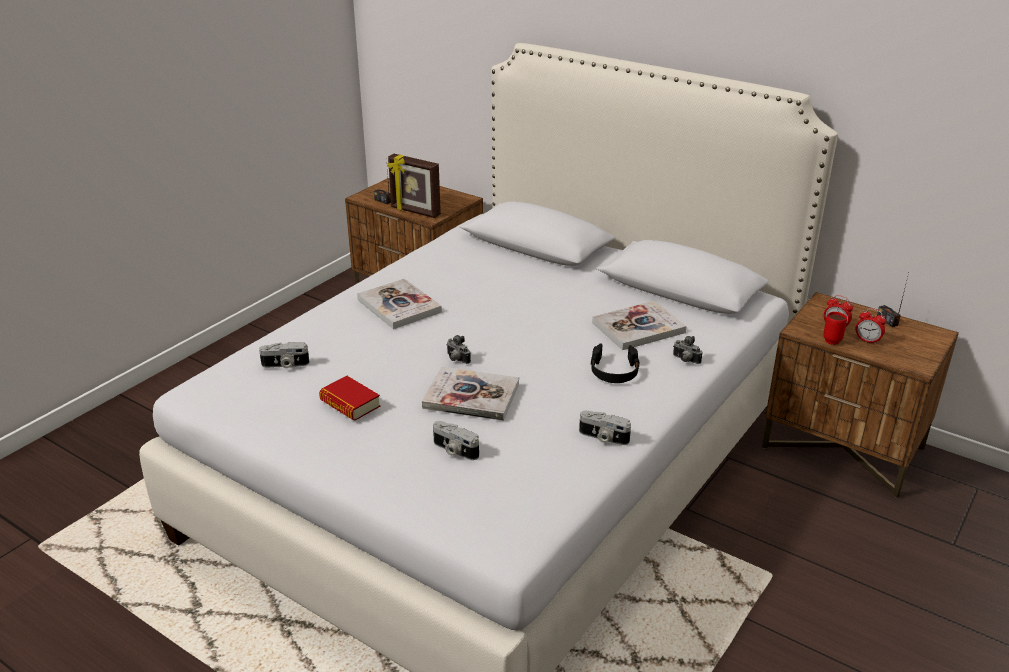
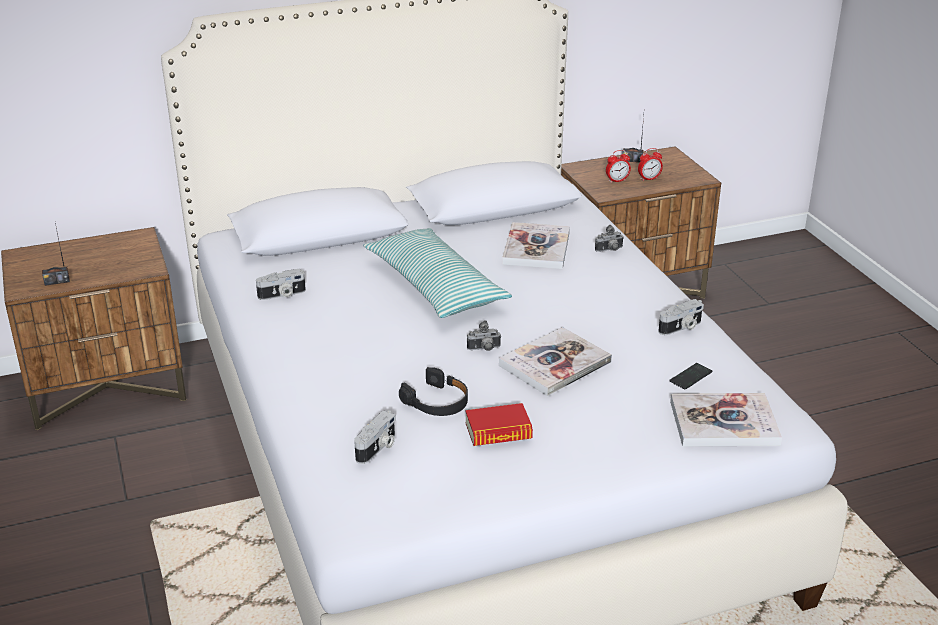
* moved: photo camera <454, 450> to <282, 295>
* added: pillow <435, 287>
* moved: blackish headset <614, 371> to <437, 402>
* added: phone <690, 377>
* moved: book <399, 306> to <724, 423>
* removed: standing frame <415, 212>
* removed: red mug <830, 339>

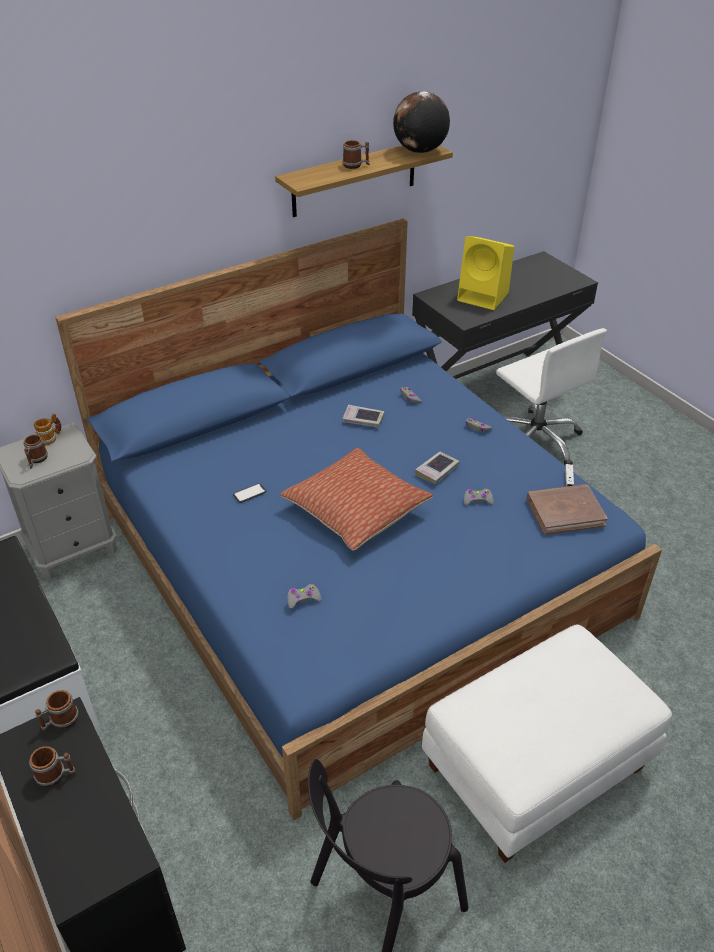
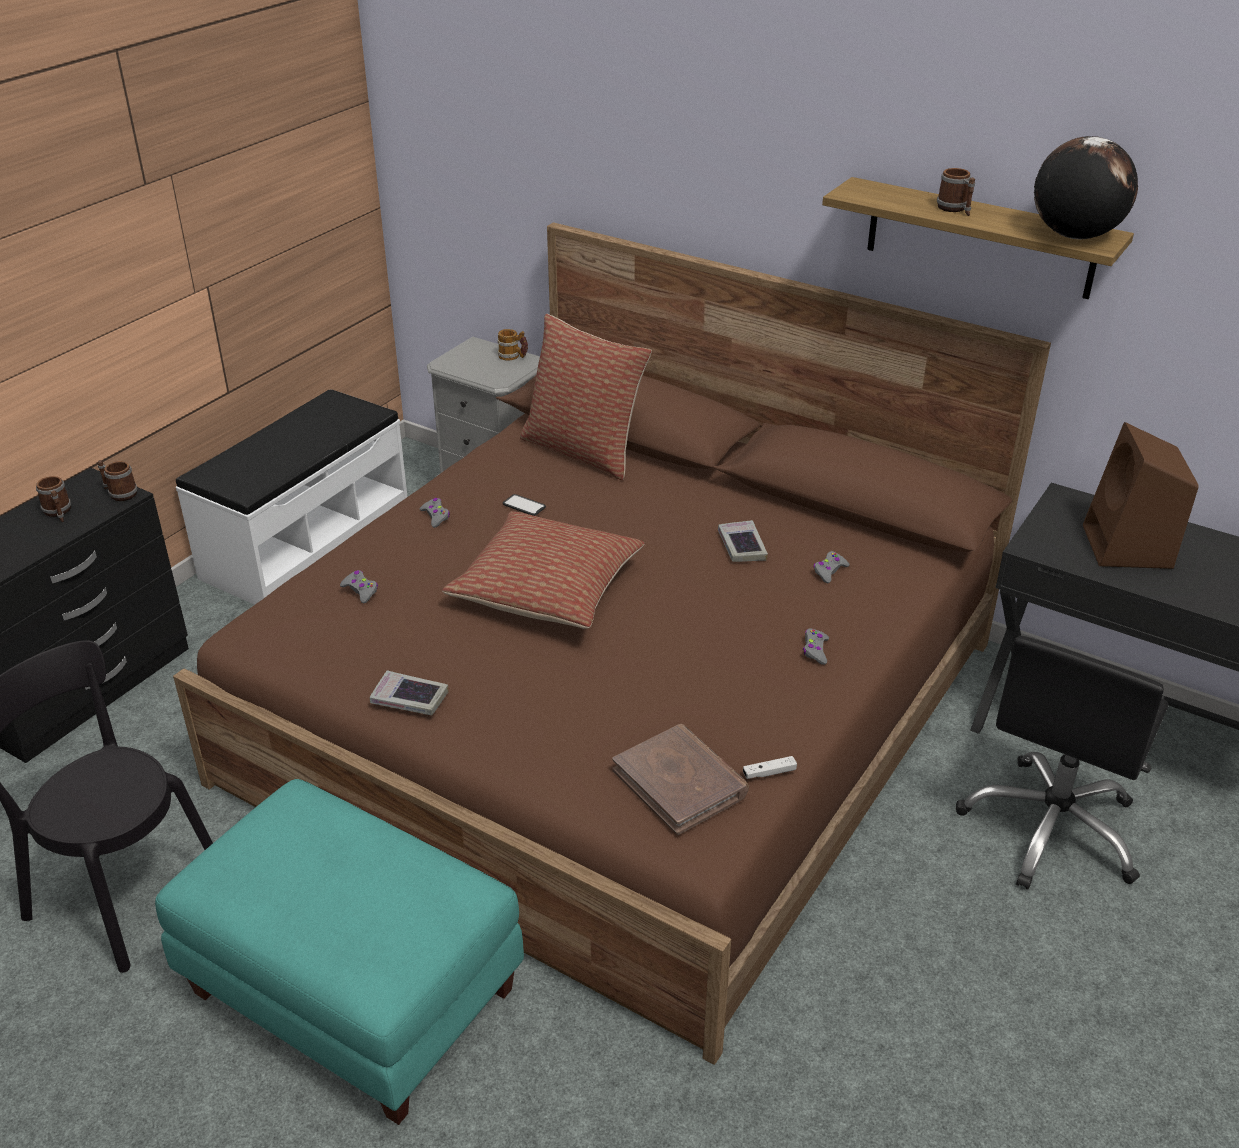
* recoloured: white pouffe <535, 765> to turquoise pouffe <356, 990>
* recoloured: blue-coloured bed <356, 561> to brown bed <621, 710>
* moved: book <437, 470> to <409, 699>
* moved: greyish gamepad <477, 500> to <435, 516>
* added: pillow <584, 450>
* recoloured: white office chair <536, 440> to blackish office chair <1052, 828>
* recoloured: yellow loudspeaker <484, 297> to brown loudspeaker <1128, 548>
* removed: mug <36, 460>

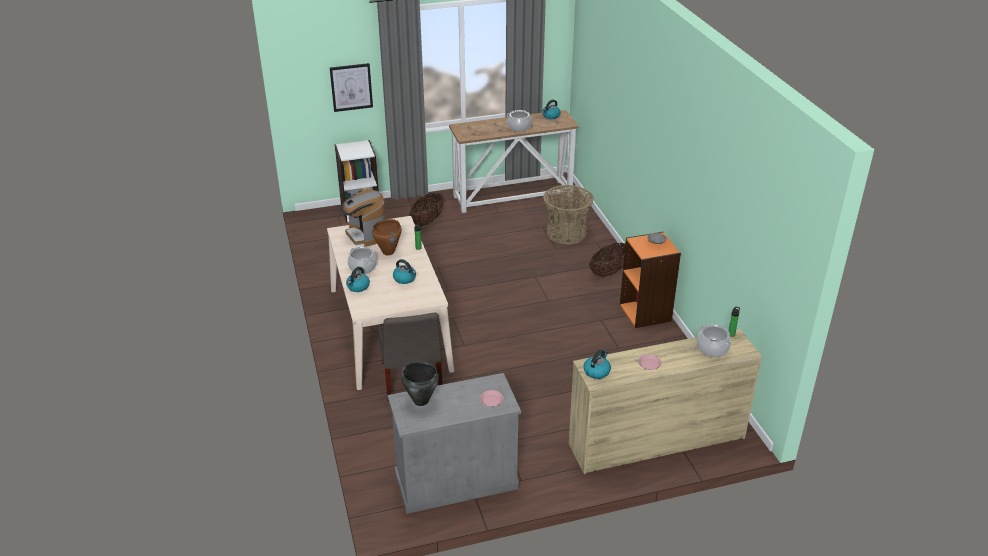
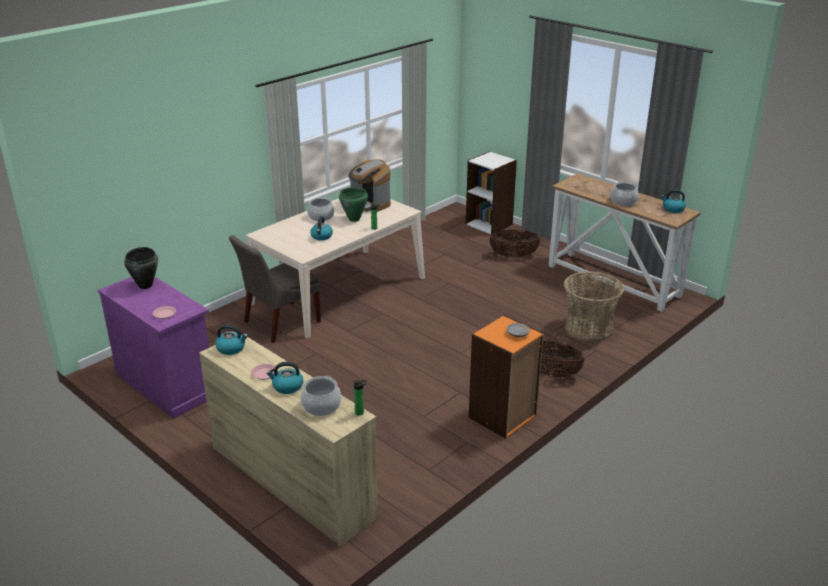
* recoloured: greyish storage cabinet <456, 481> to purplish storage cabinet <166, 384>
* moved: water kettle <358, 287> to <287, 387>
* recoloured: brown cooking pot <388, 252> to greenish cooking pot <354, 219>
* turned: coffee brewer <366, 235> = <369, 204> 75 degrees counterclockwise
* removed: picture <351, 87>

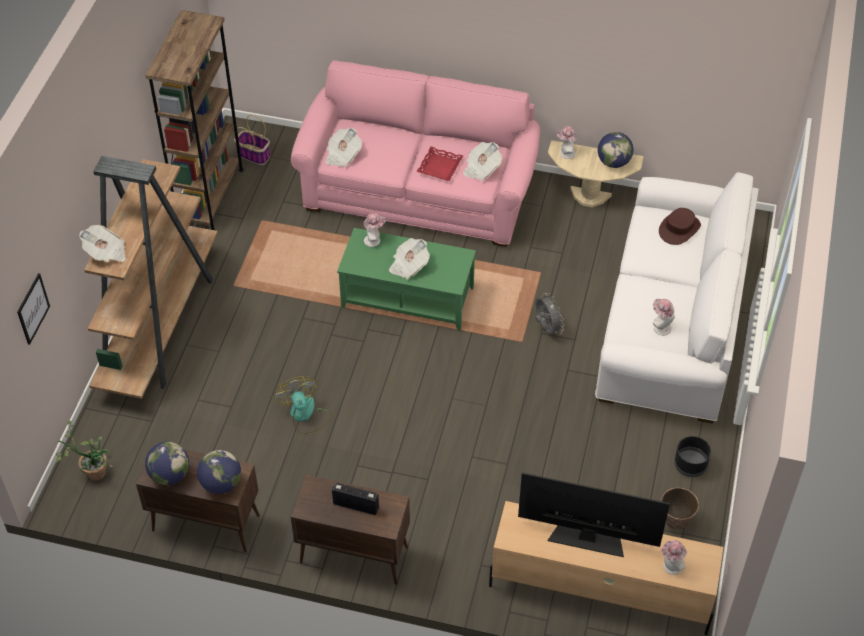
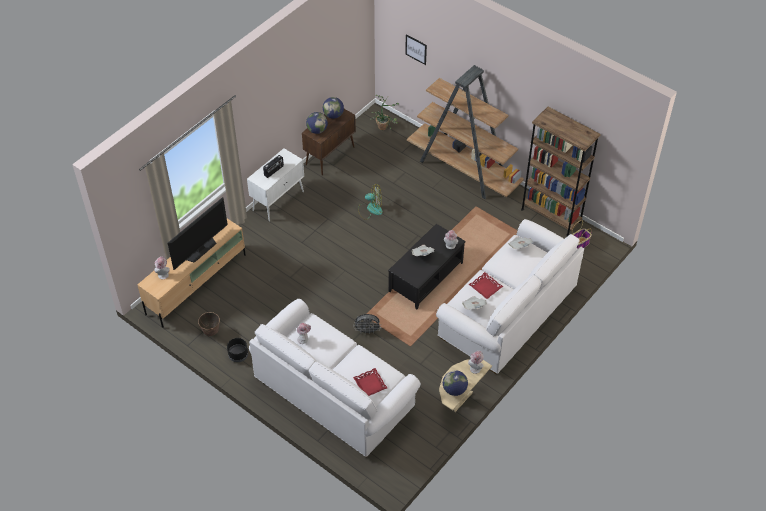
* recoloured: brown storage cabinet <352, 555> to white storage cabinet <278, 201>
* replaced: brown wearable hat <679, 229> to red tray <370, 384>
* recoloured: greenish lounge table <408, 296> to blackish lounge table <426, 277>
* recoloured: pink-coloured sofa <418, 192> to white sofa <507, 312>
* removed: daily paper <106, 253>

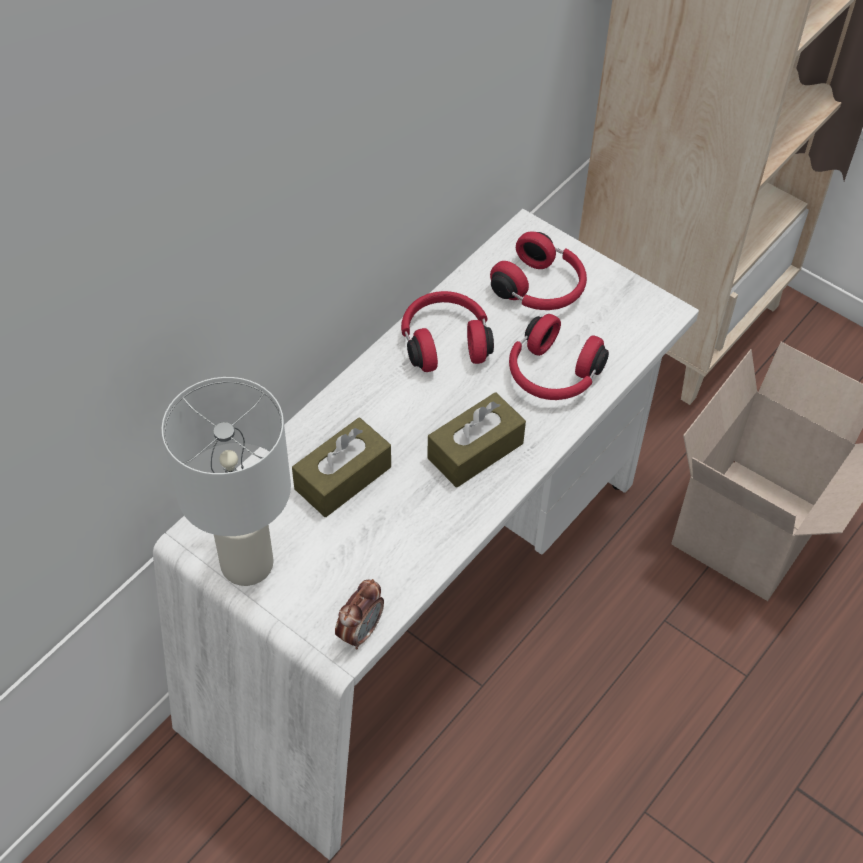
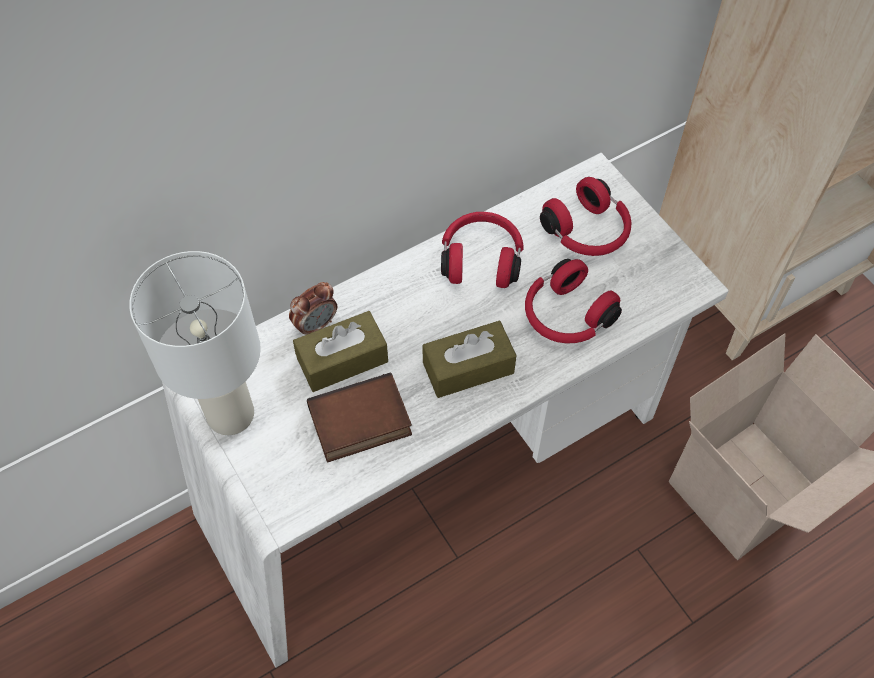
* moved: bedside clock <360, 631> to <316, 325>
* added: book <359, 424>

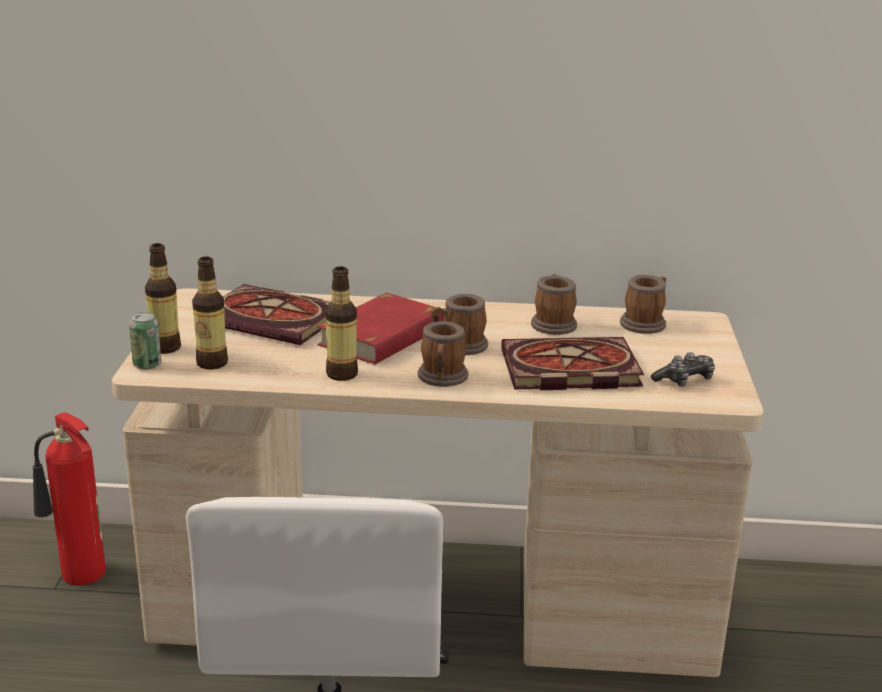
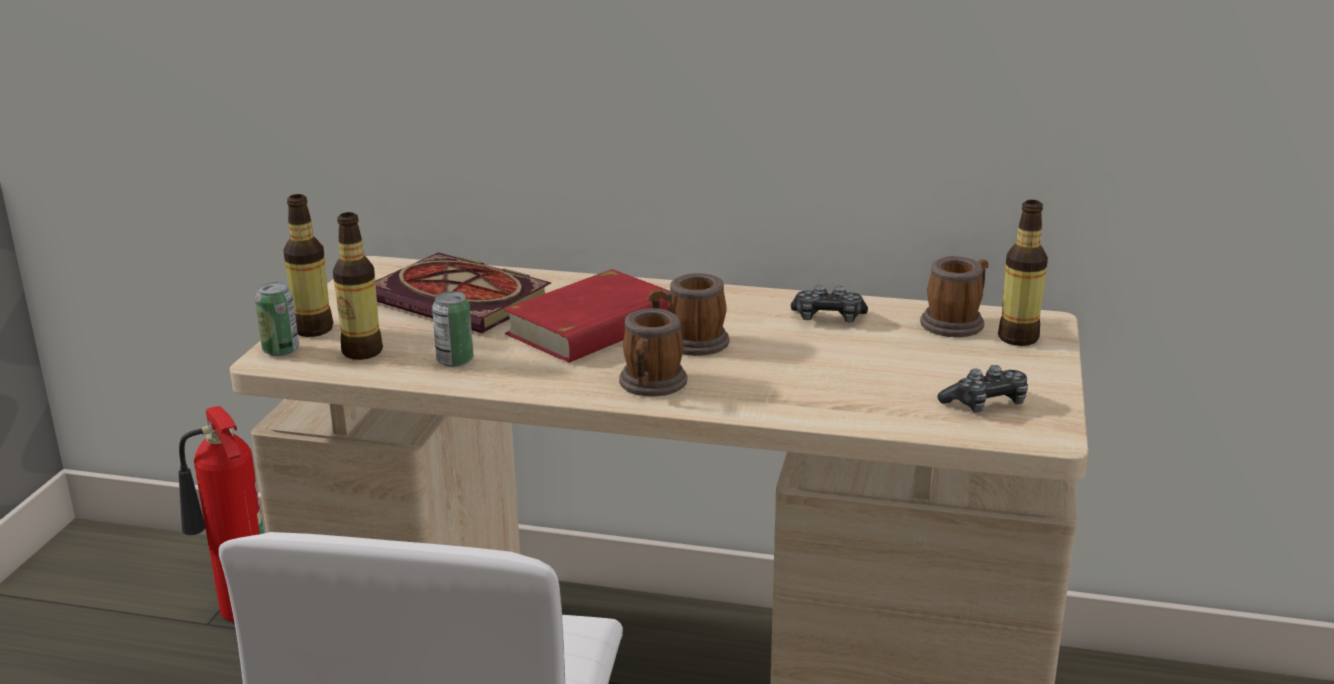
* added: metal can <455, 361>
* replaced: mug <553, 323> to gamepad <828, 318>
* moved: bottle <342, 374> to <1018, 338>
* removed: book <567, 370>

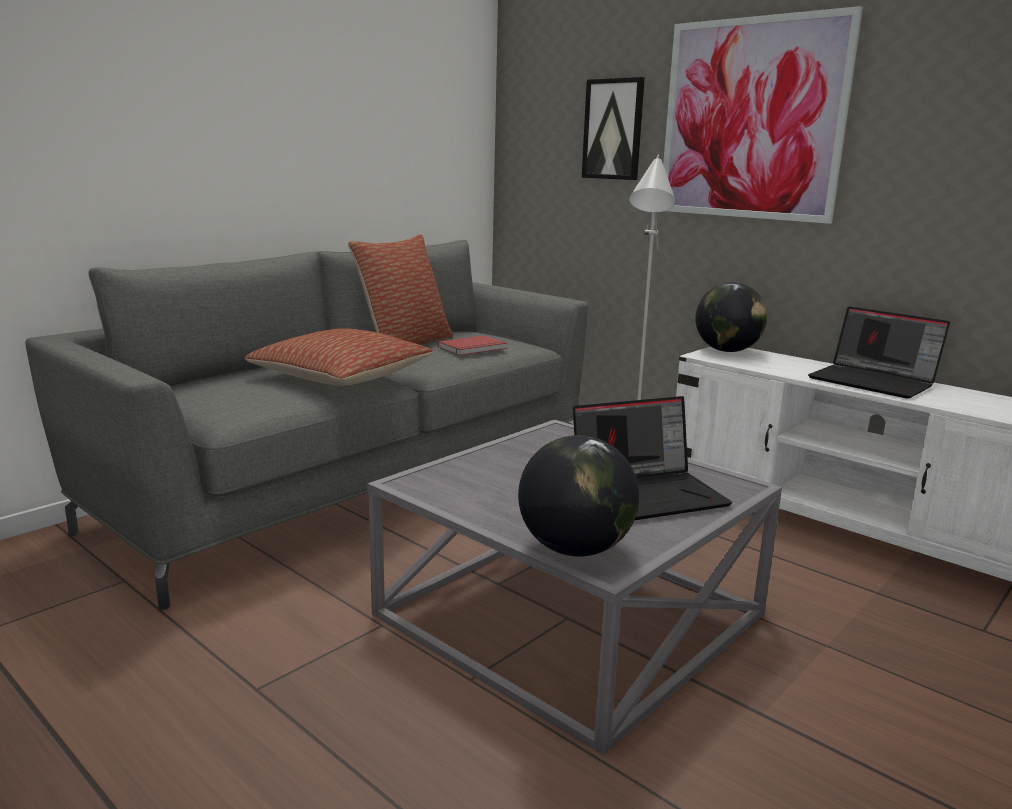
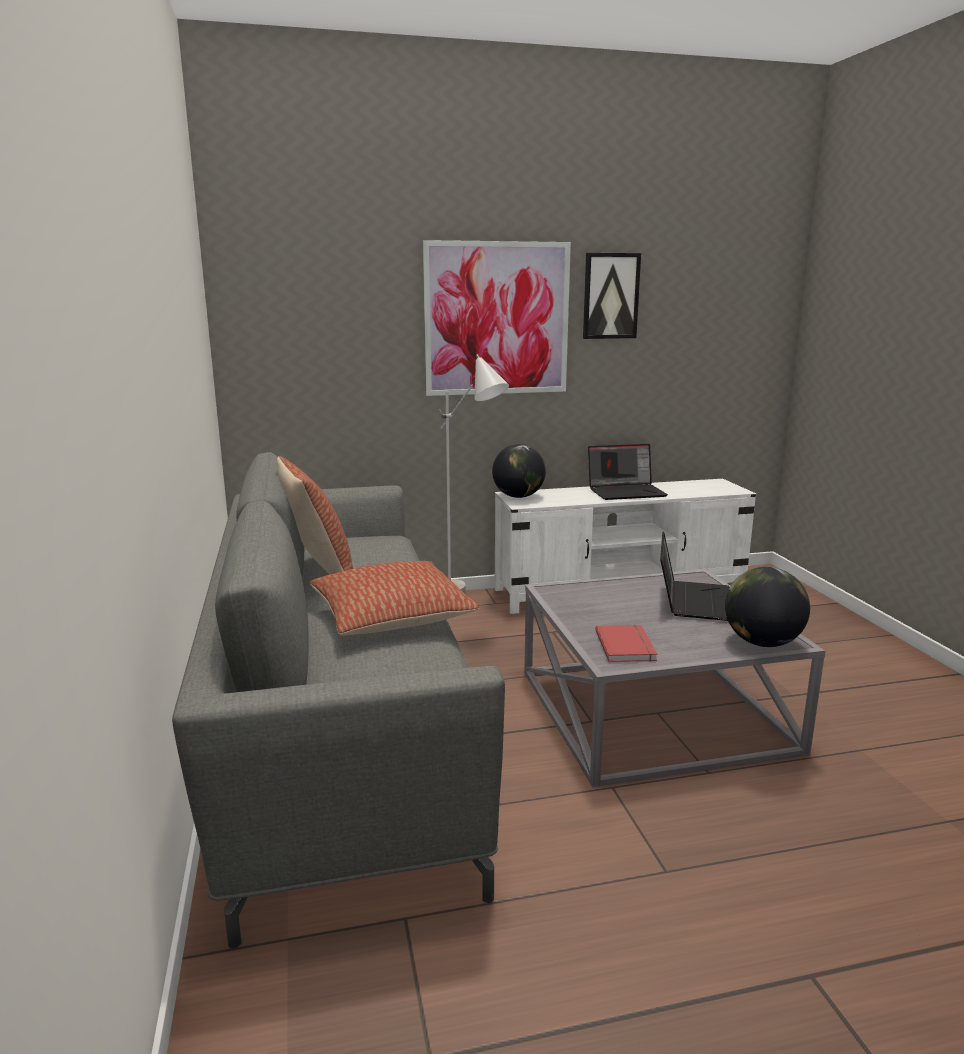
* moved: picture <613, 129> to <610, 296>
* moved: red book <473, 348> to <627, 645>

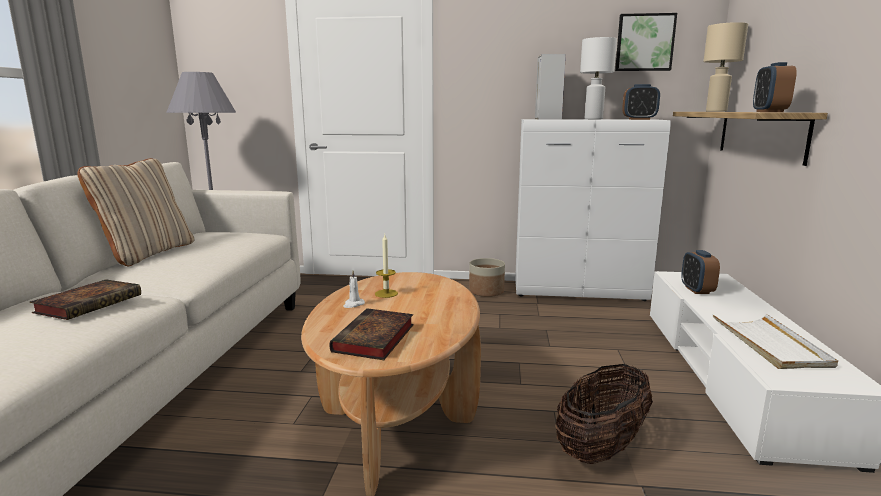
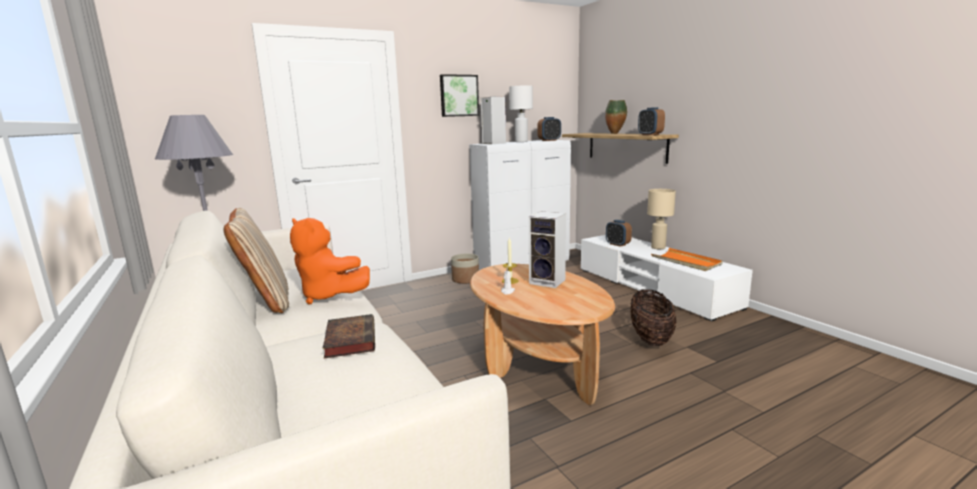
* added: orangey plush toy <329, 296>
* moved: picture <644, 43> to <458, 95>
* added: loudspeaker <549, 282>
* added: vase <615, 133>
* moved: beige-coloured table lamp <716, 111> to <658, 248>
* recoloured: white tray <769, 344> to orangey tray <686, 262>
* removed: book <374, 339>

